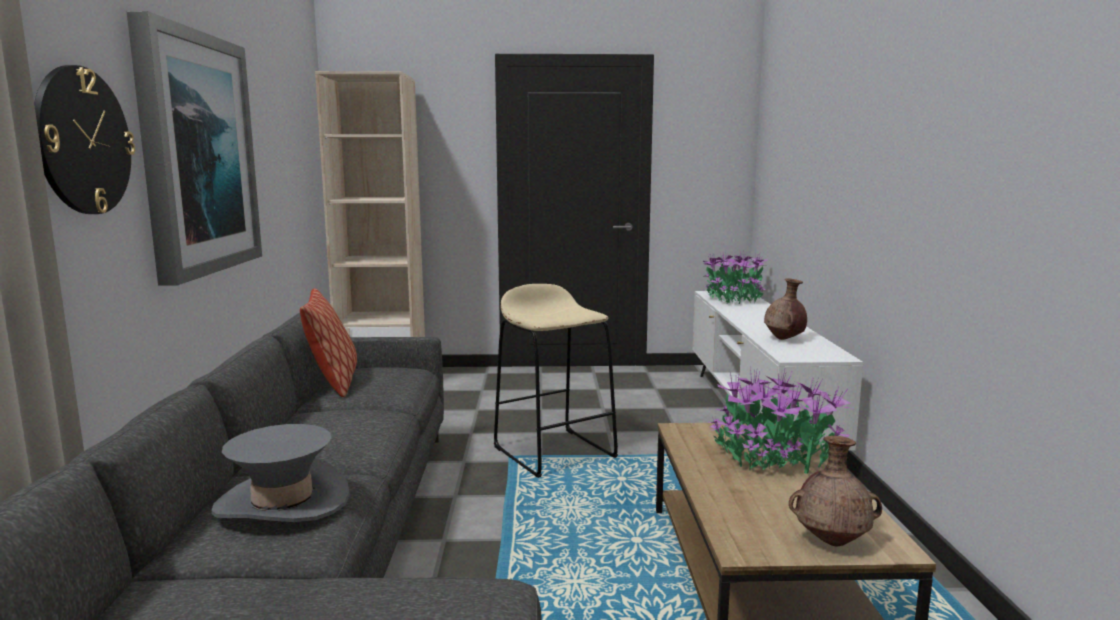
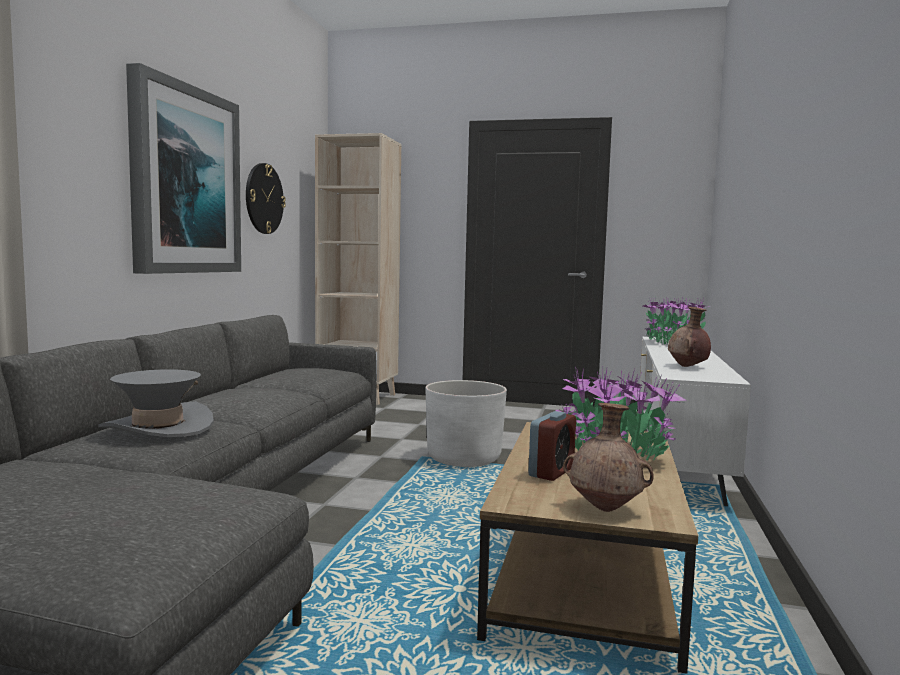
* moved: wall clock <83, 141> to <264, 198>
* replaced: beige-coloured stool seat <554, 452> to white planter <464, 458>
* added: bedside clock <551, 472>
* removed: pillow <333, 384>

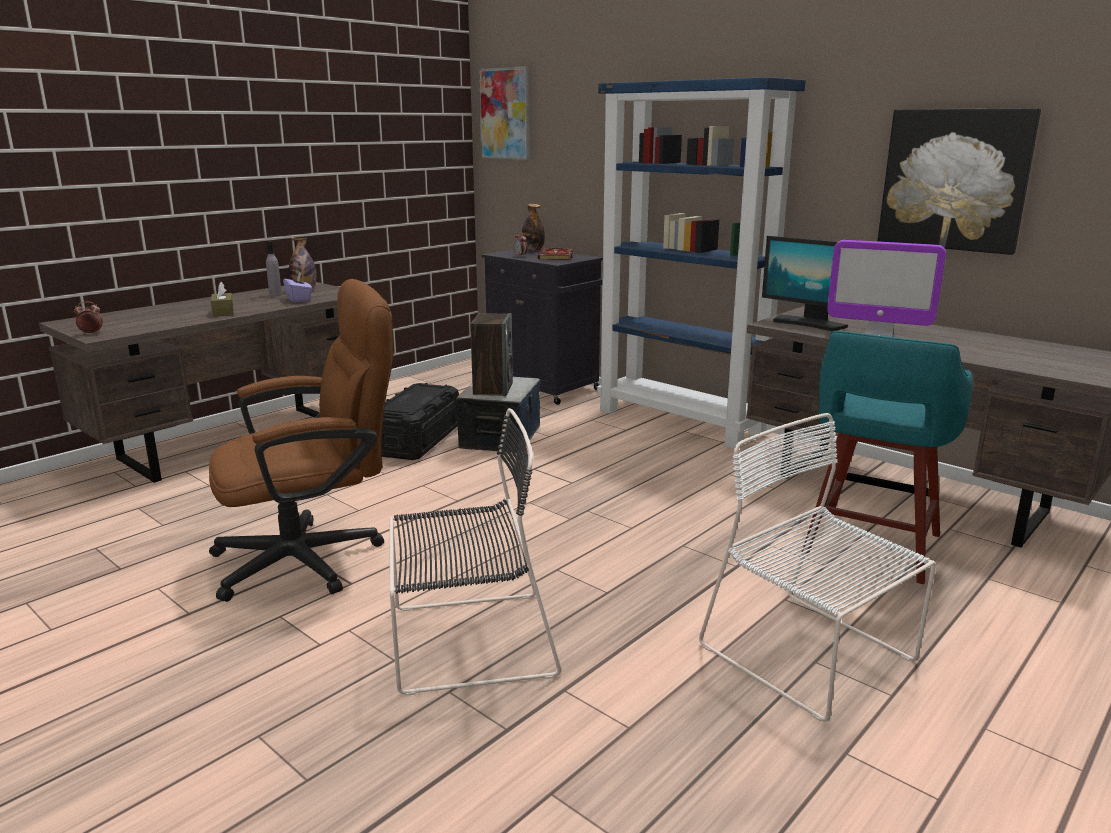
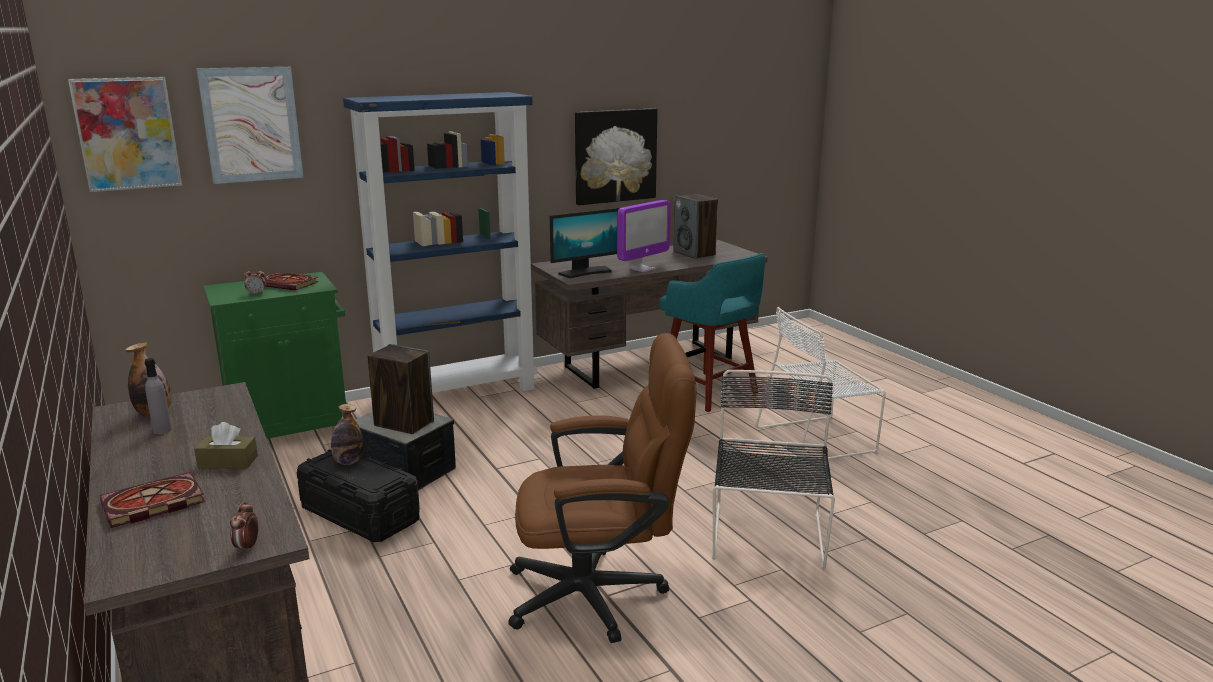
* added: book <151, 504>
* added: picture <251, 124>
* recoloured: blackish storage cabinet <544, 388> to greenish storage cabinet <291, 429>
* moved: bottle <533, 250> to <348, 462>
* turned: brown office chair <314, 558> = <601, 595> 90 degrees clockwise
* added: loudspeaker <694, 253>
* removed: purplish tissue holder <299, 299>

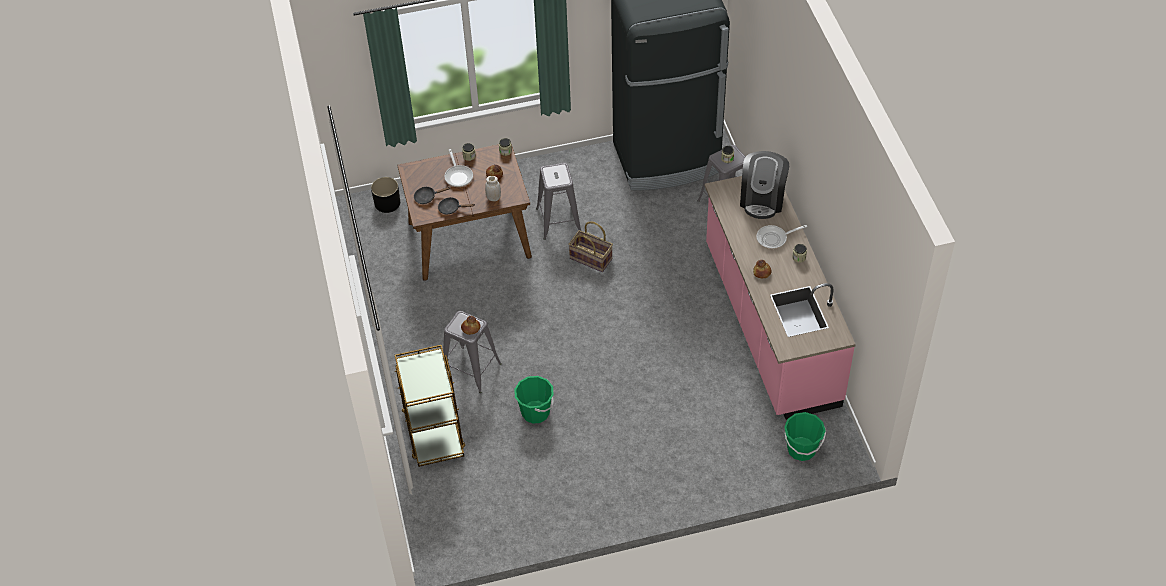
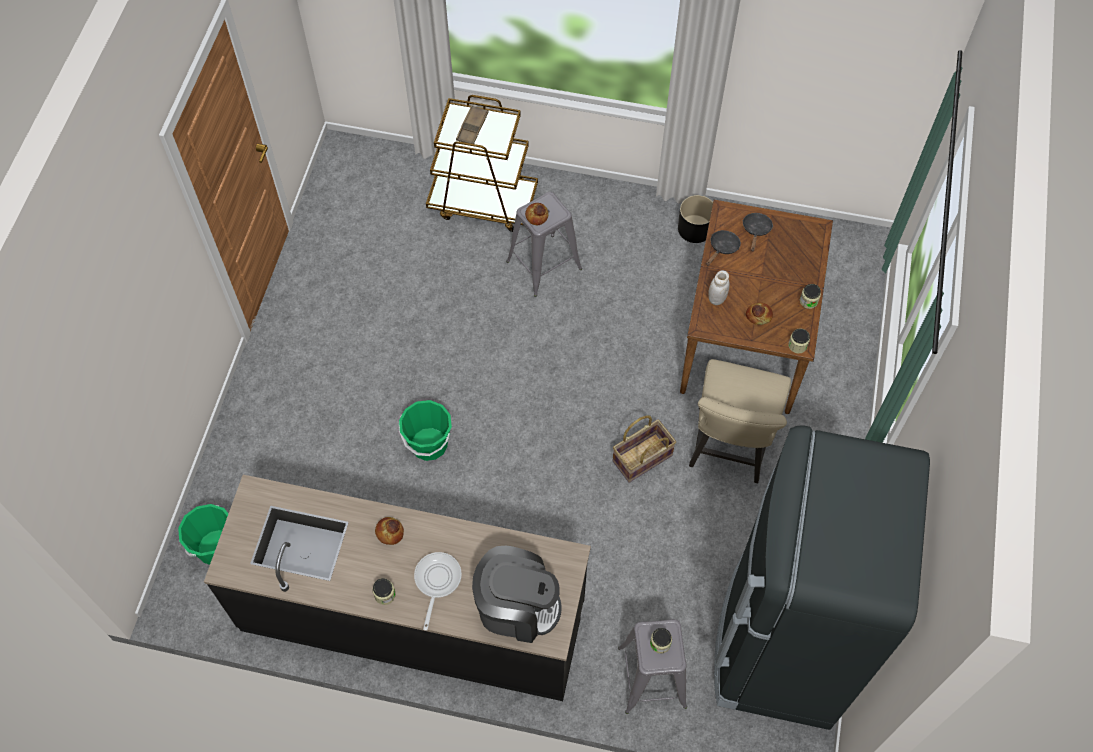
* recoloured: pink-coloured kitchen base unit <769, 325> to blackish kitchen base unit <413, 615>
* moved: greenish water bucket <535, 412> to <429, 444>
* added: brown tray <472, 128>
* turned: coffee brewer <762, 199> = <516, 607> 150 degrees clockwise
* moved: blackish planter <387, 203> to <695, 229>
* replaced: greyish stool seat <558, 220> to beige-coloured upright chair <728, 451>
* removed: frying pan <458, 176>

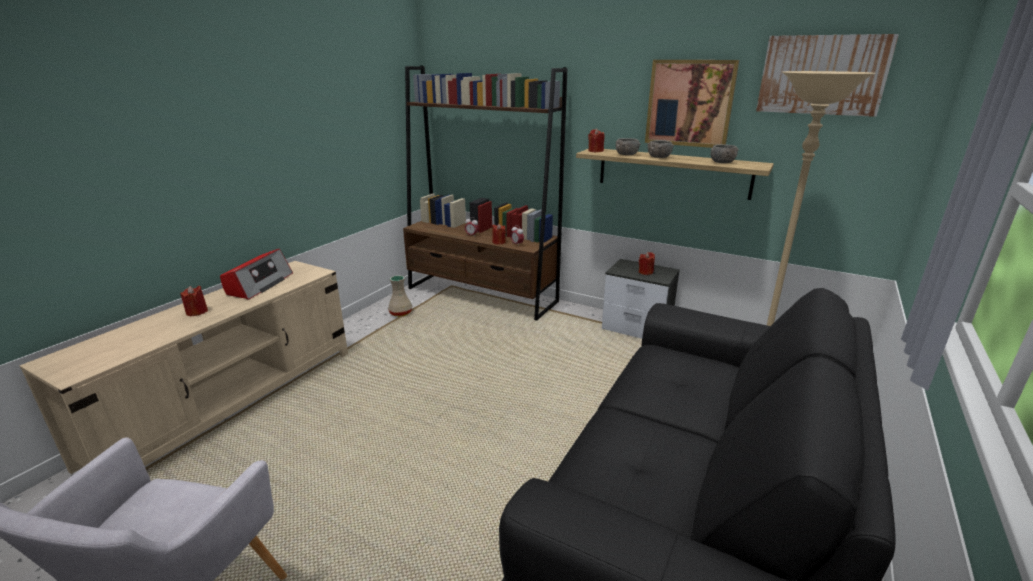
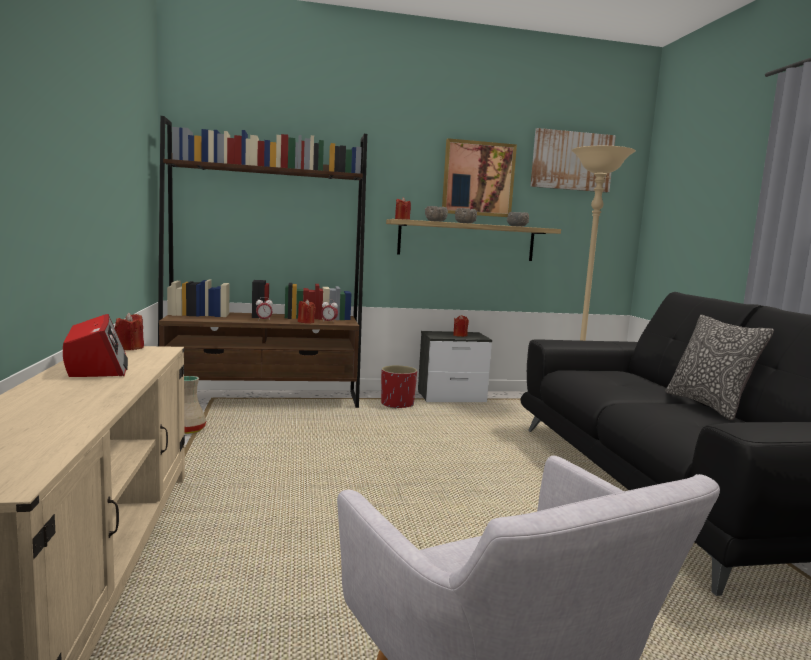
* moved: red wax light <197, 312> to <130, 348>
* added: red planter <397, 404>
* added: pillow <708, 405>

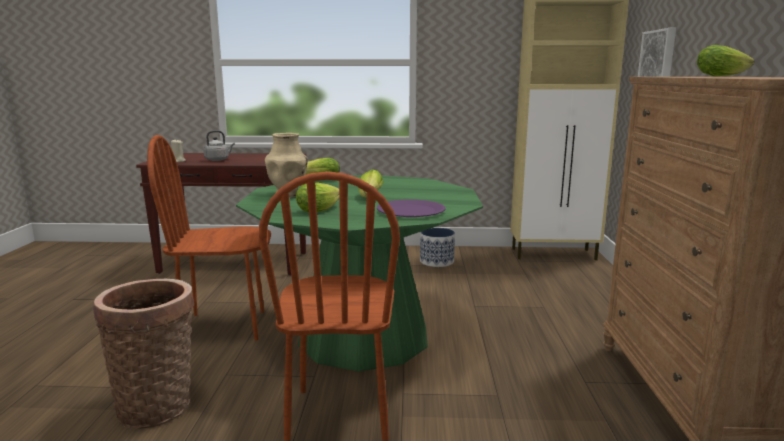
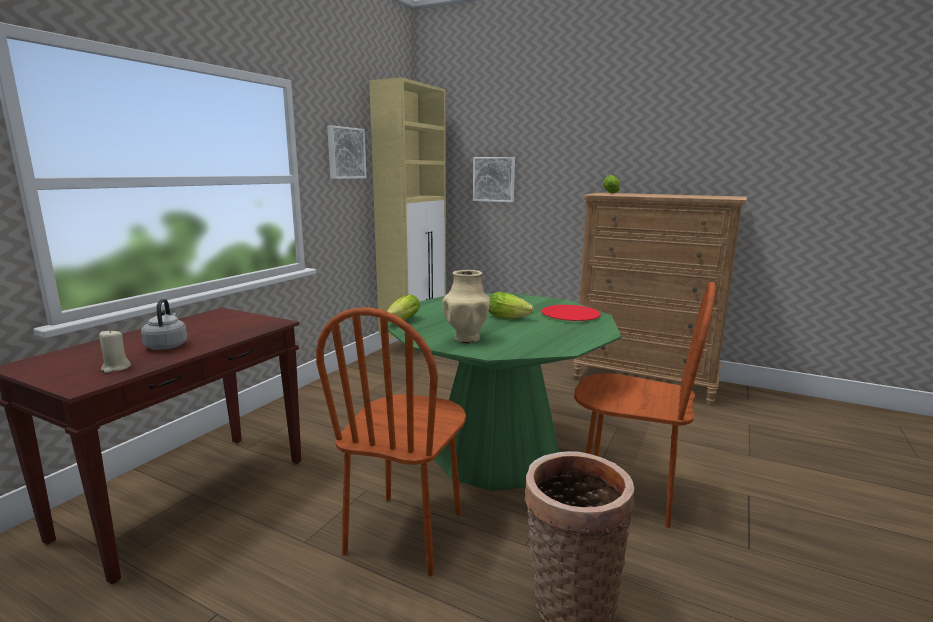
* added: picture <345, 153>
* recoloured: purplish dinner plate <410, 211> to red dinner plate <570, 315>
* removed: lettuce head <321, 209>
* removed: planter <436, 261>

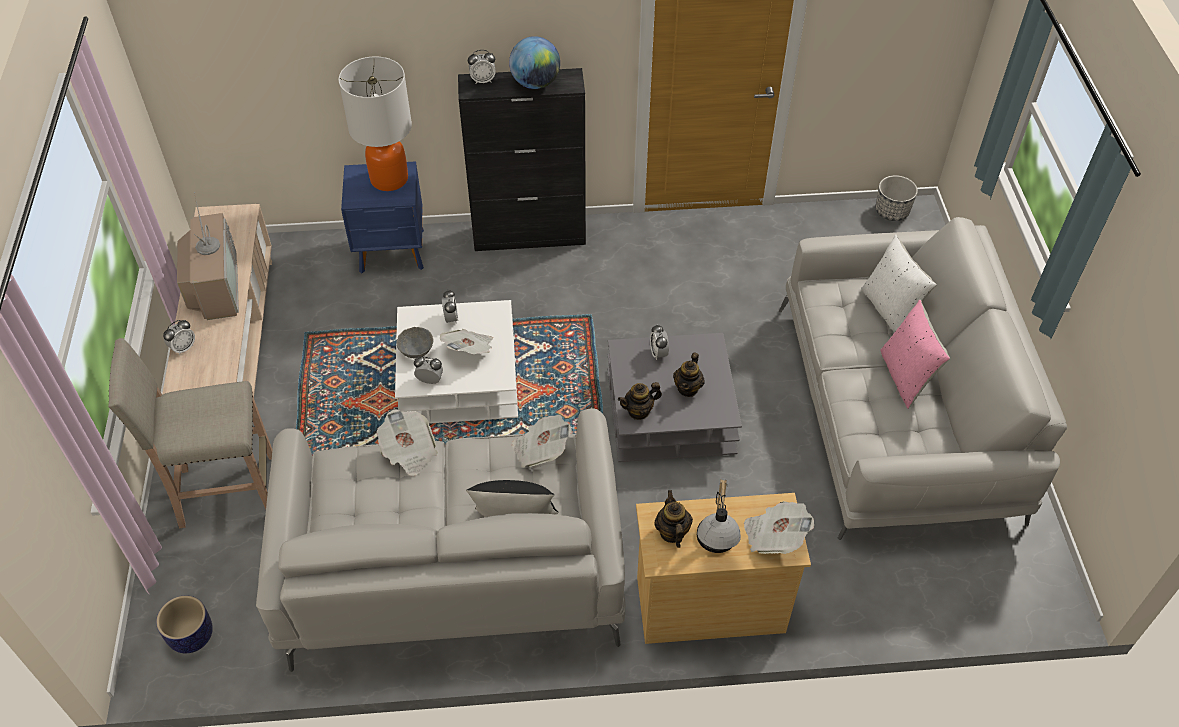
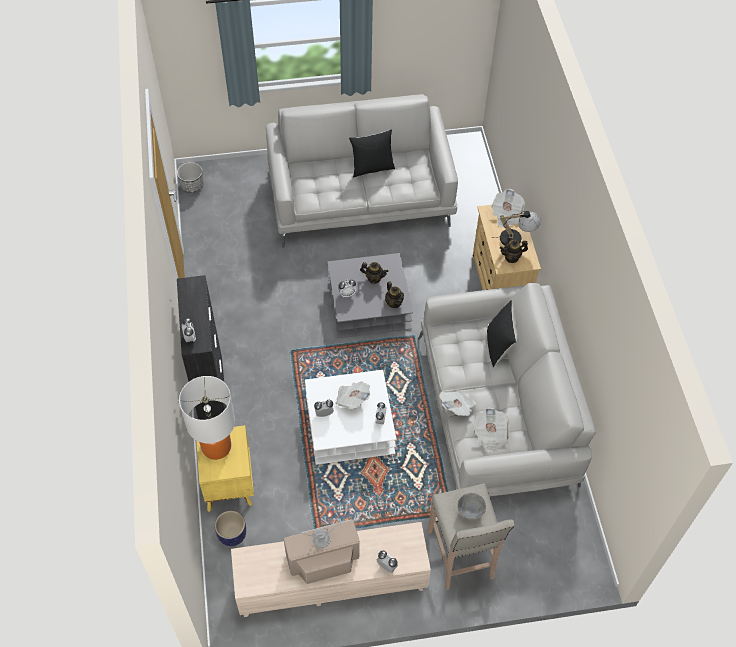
* recoloured: blue-coloured bedside table <393, 252> to yellow bedside table <229, 485>
* moved: planter <191, 636> to <232, 535>
* recoloured: pink-coloured pillow <906, 377> to blackish pillow <372, 168>
* moved: greyish serving bowl <416, 351> to <470, 510>
* moved: daily paper <541, 450> to <490, 435>
* removed: desk globe <535, 83>
* removed: white pillow <890, 310>

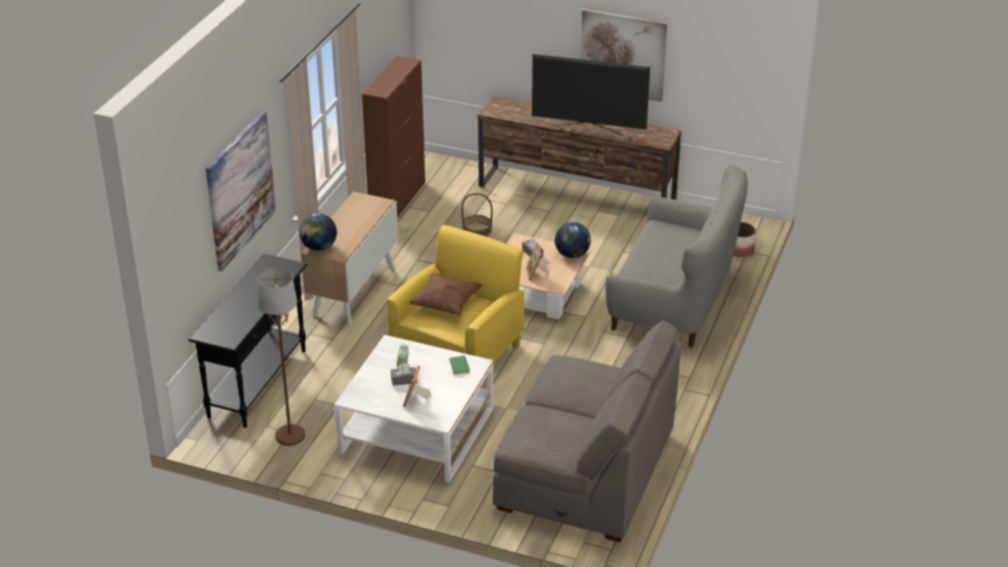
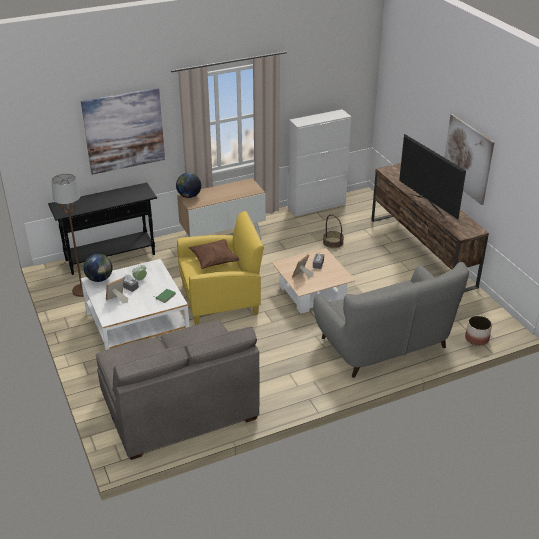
* moved: desk globe <572, 254> to <99, 279>
* recoloured: brown storage cabinet <398, 199> to white storage cabinet <317, 206>

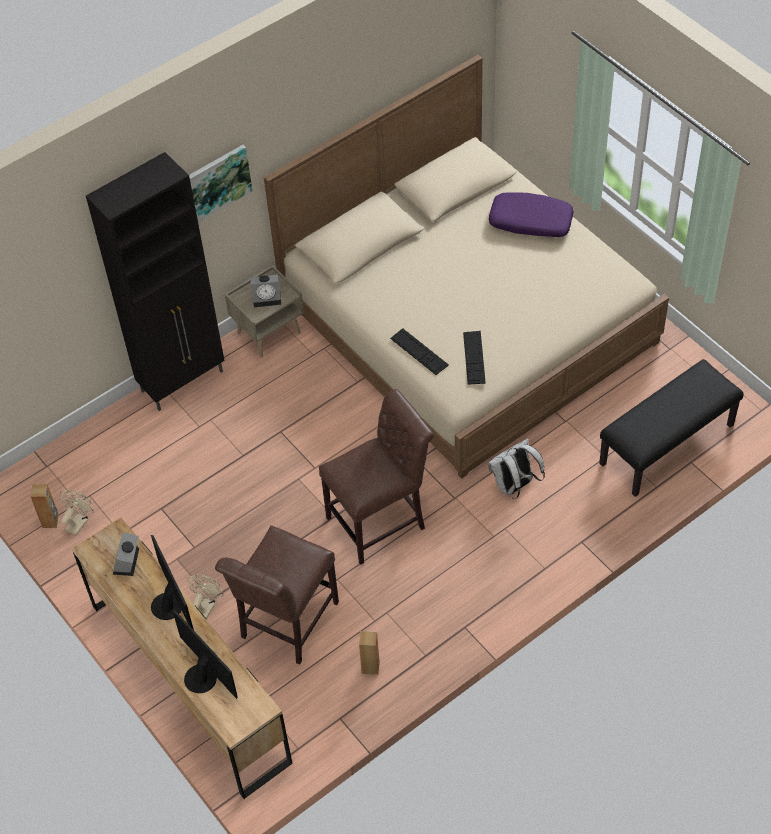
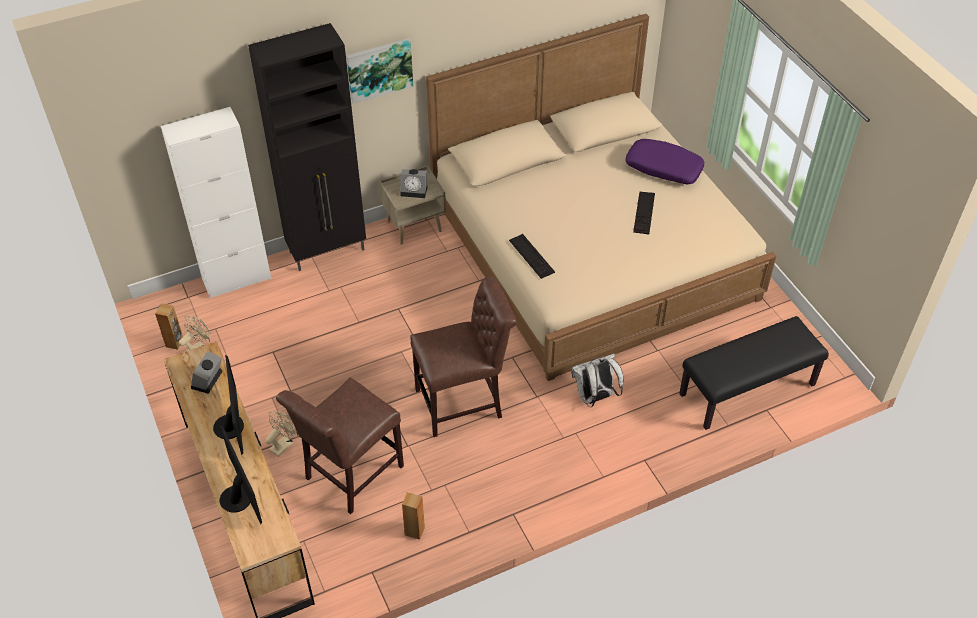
* added: white storage cabinet <236, 279>
* moved: PC keyboard <474, 357> to <644, 212>

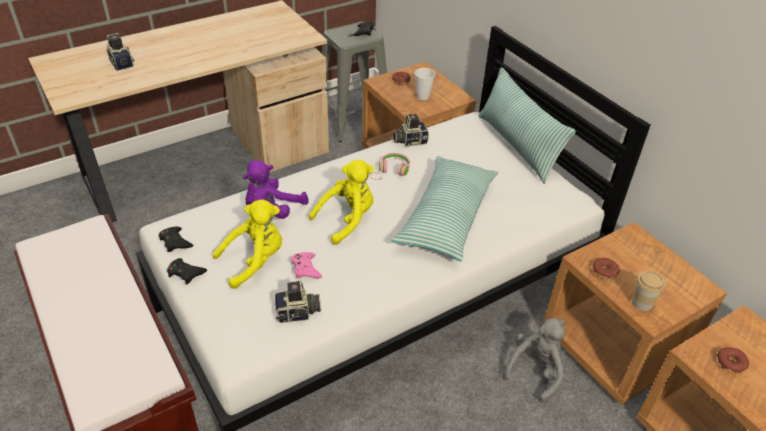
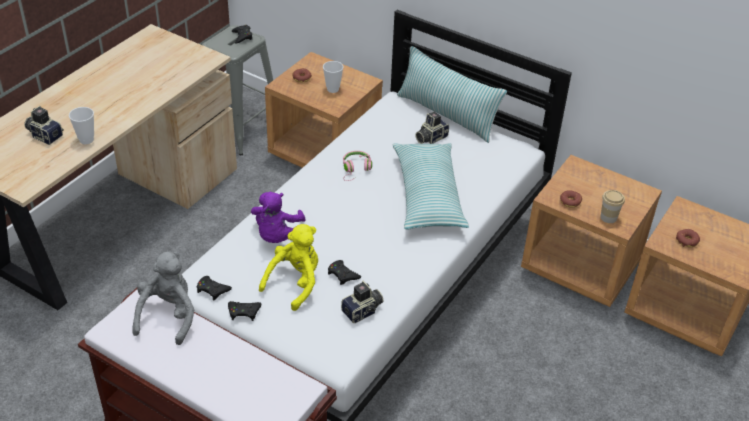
* added: small cup <86, 140>
* moved: greyish plush toy <535, 370> to <168, 316>
* recoloured: pink-coloured gamepad <306, 268> to blackish gamepad <342, 275>
* moved: photo camera <409, 140> to <430, 137>
* removed: yellow plush toy <347, 220>

